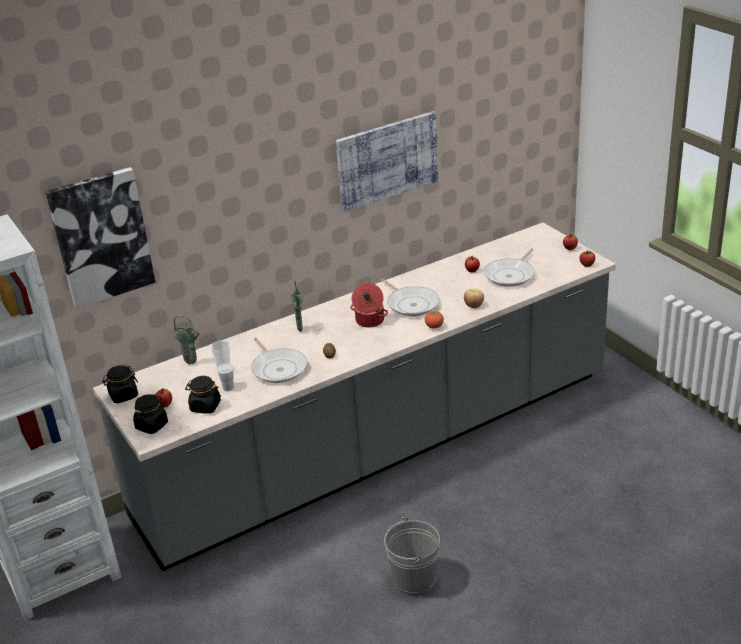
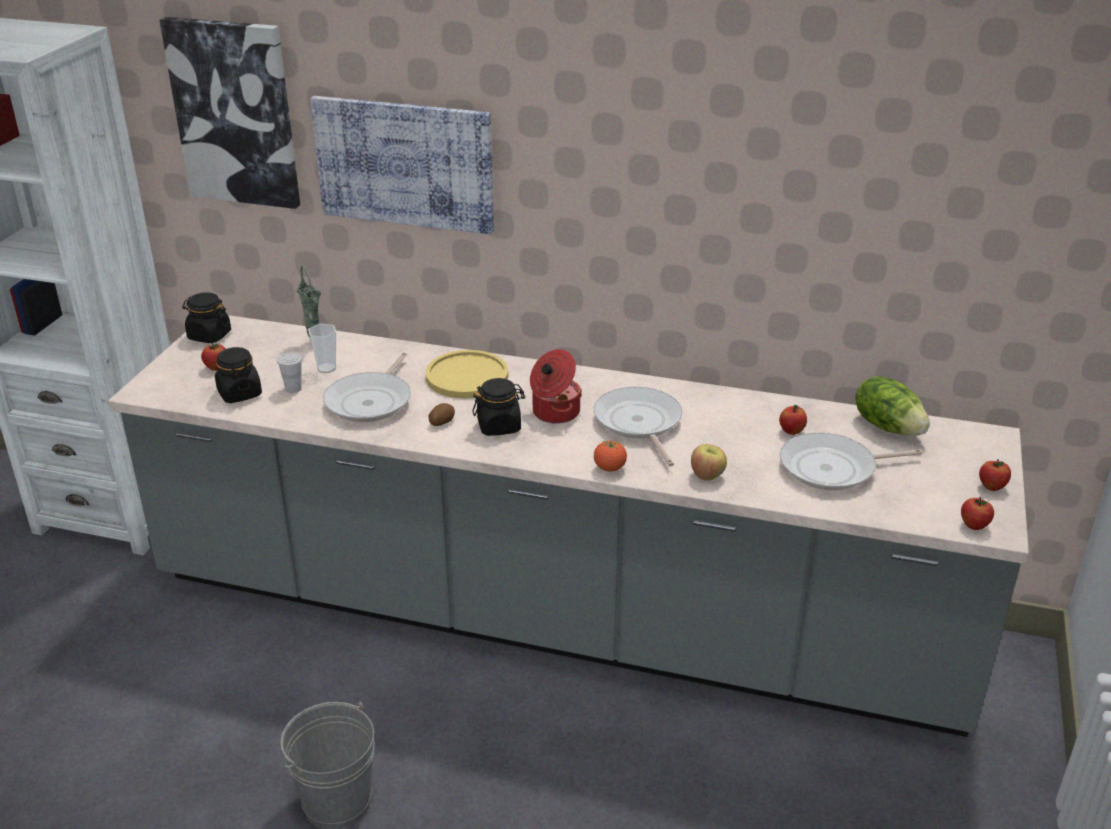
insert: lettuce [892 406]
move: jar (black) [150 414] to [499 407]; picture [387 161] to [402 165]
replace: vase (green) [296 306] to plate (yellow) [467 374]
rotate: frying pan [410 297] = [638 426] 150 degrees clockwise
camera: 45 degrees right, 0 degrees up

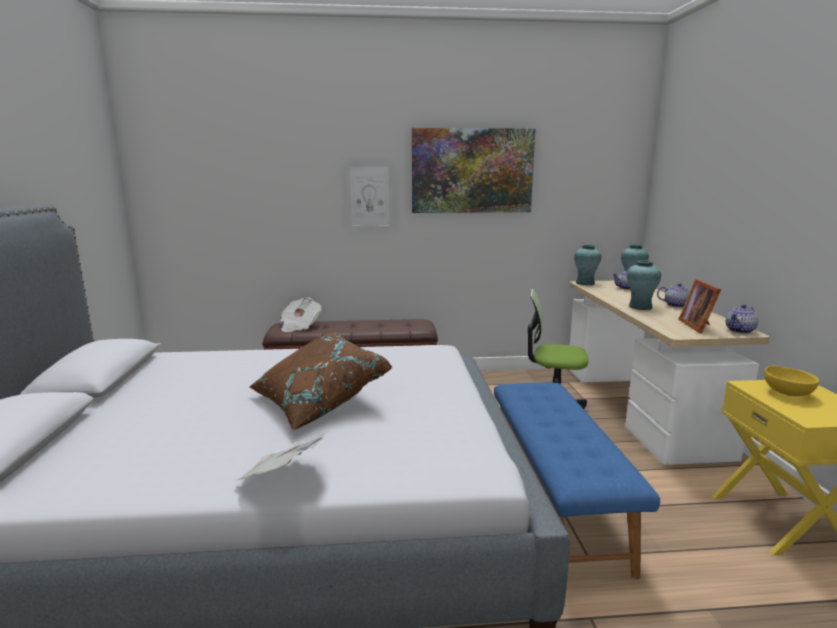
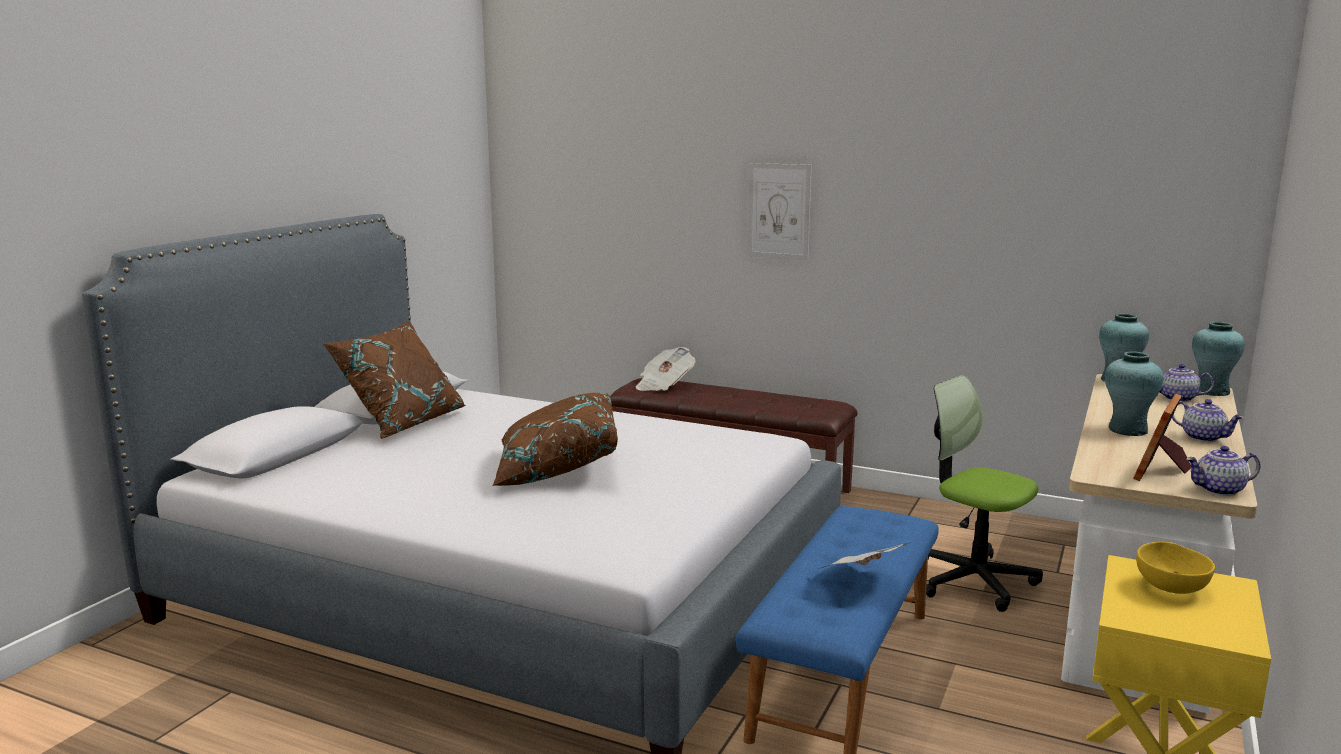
delete: picture [473 170]
insert: pillow (brown) [394 380]
move: newspaper [282 456] to [863 556]
camera: 30 degrees right, 0 degrees up

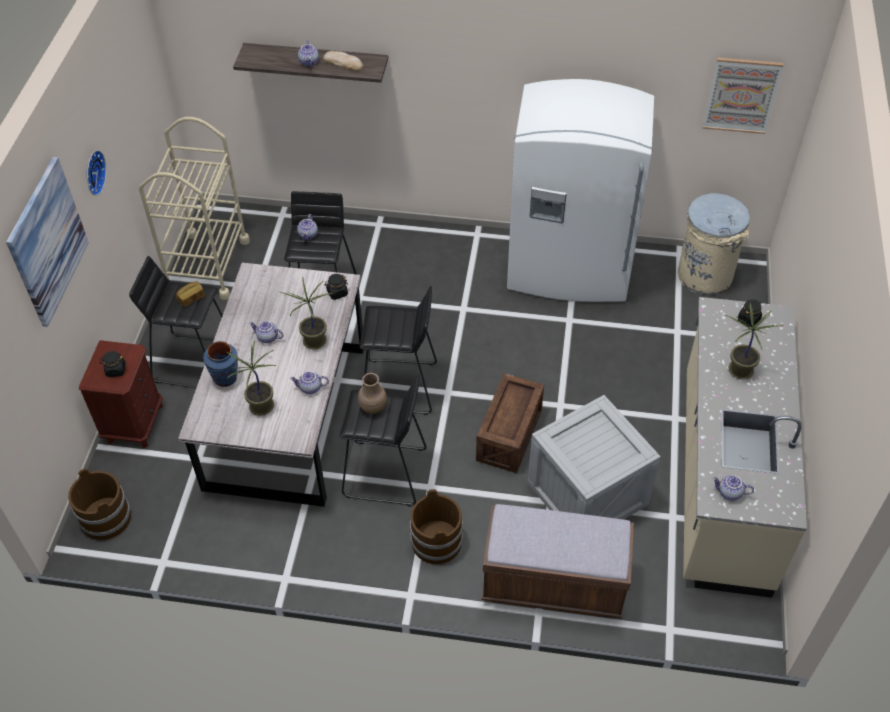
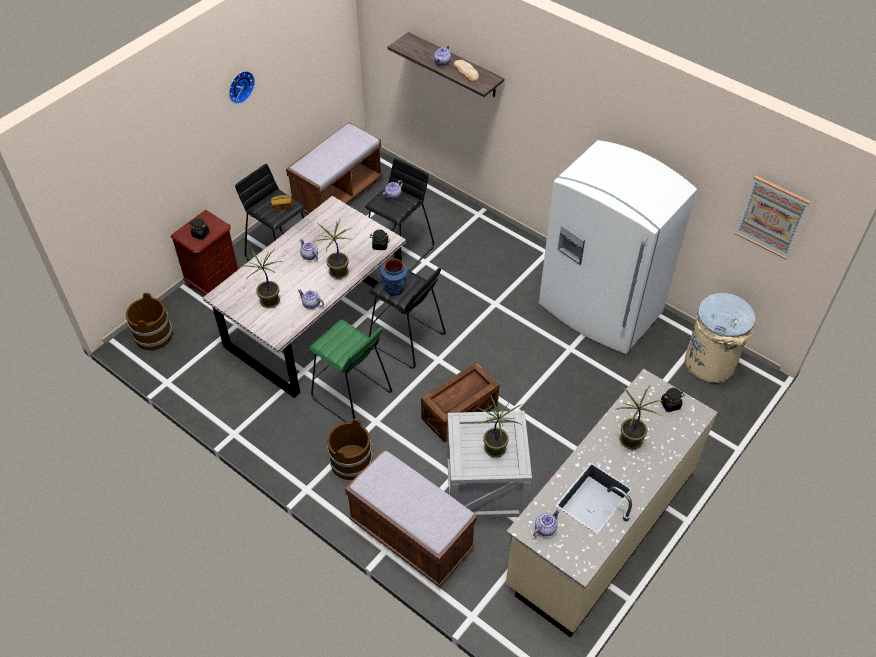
delete: picture [47 242]; vase (brown) [372 393]
insert: potted plant [499 427]
move: vase (blue) [220 364] to [394 277]
replace: cart (beige) [194 208] to bench (brown) [334 168]
recolor: stool (black) [383 441] to stool (green) [350 370]
rotate: teapot [733 488] = [546 523] 90 degrees clockwise
camera: 30 degrees right, 0 degrees up

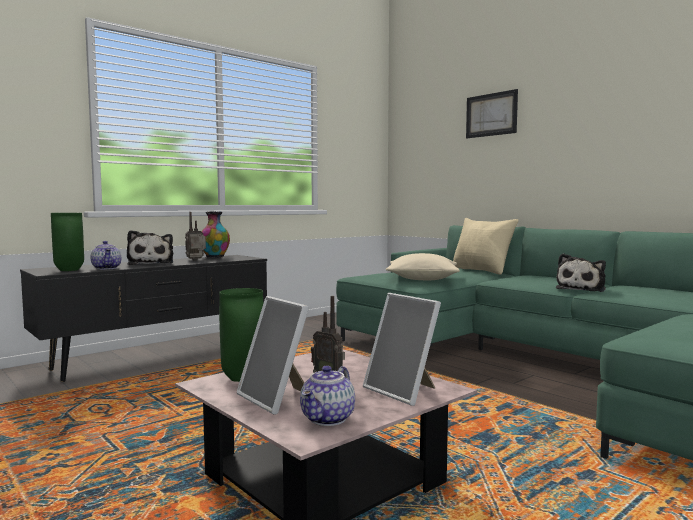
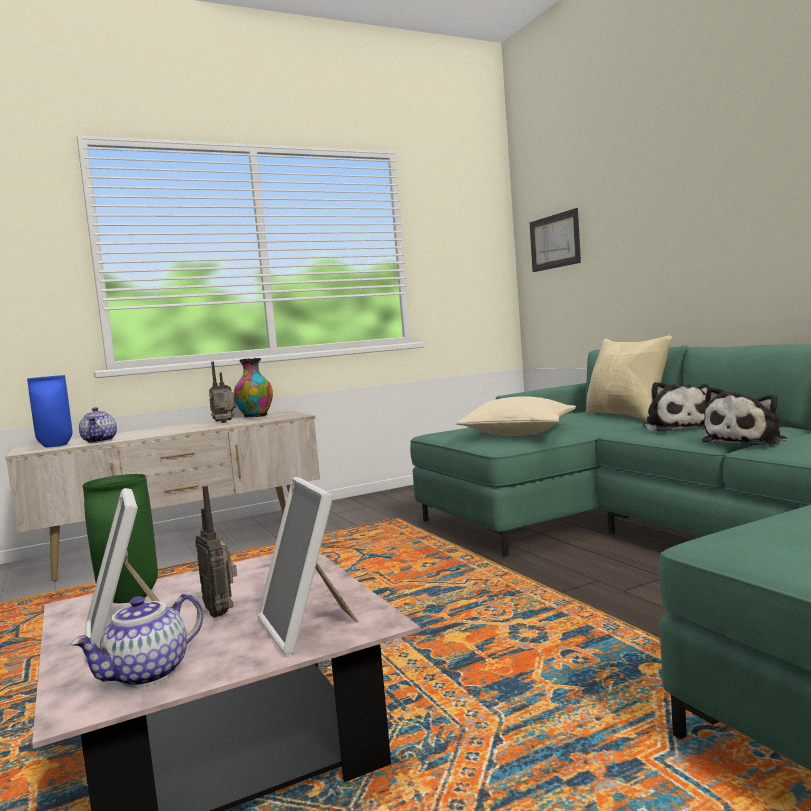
move: plush toy [150 247] to [676 407]; picture [492 113] to [555 240]
recolor: tv stand (black) [143 318] to tv stand (beige) [162 496]; vase (green) [67 242] to vase (blue) [50 411]
camera: 15 degrees right, 0 degrees up

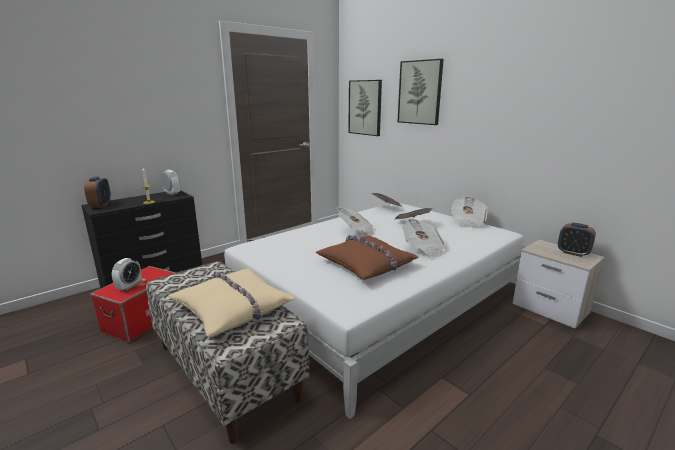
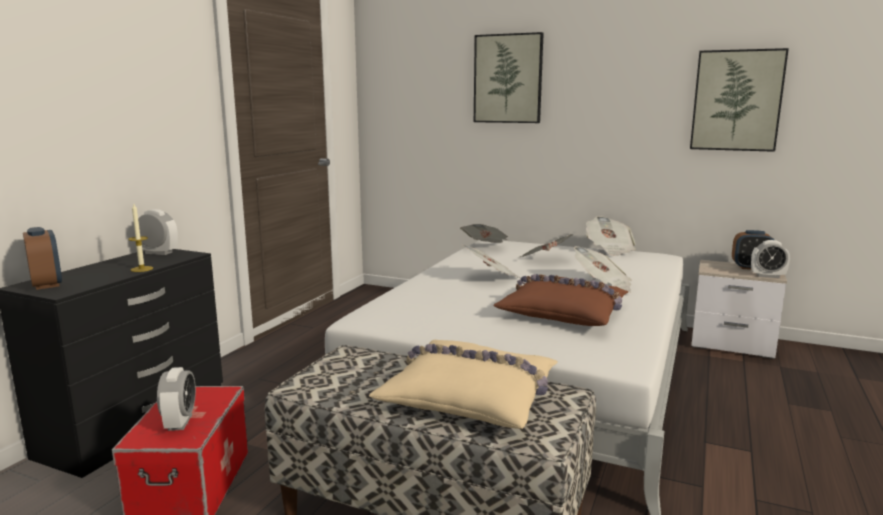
insert: alarm clock [770 259]
move: picture [365 108] to [739 100]
camera: 25 degrees left, 5 degrees down

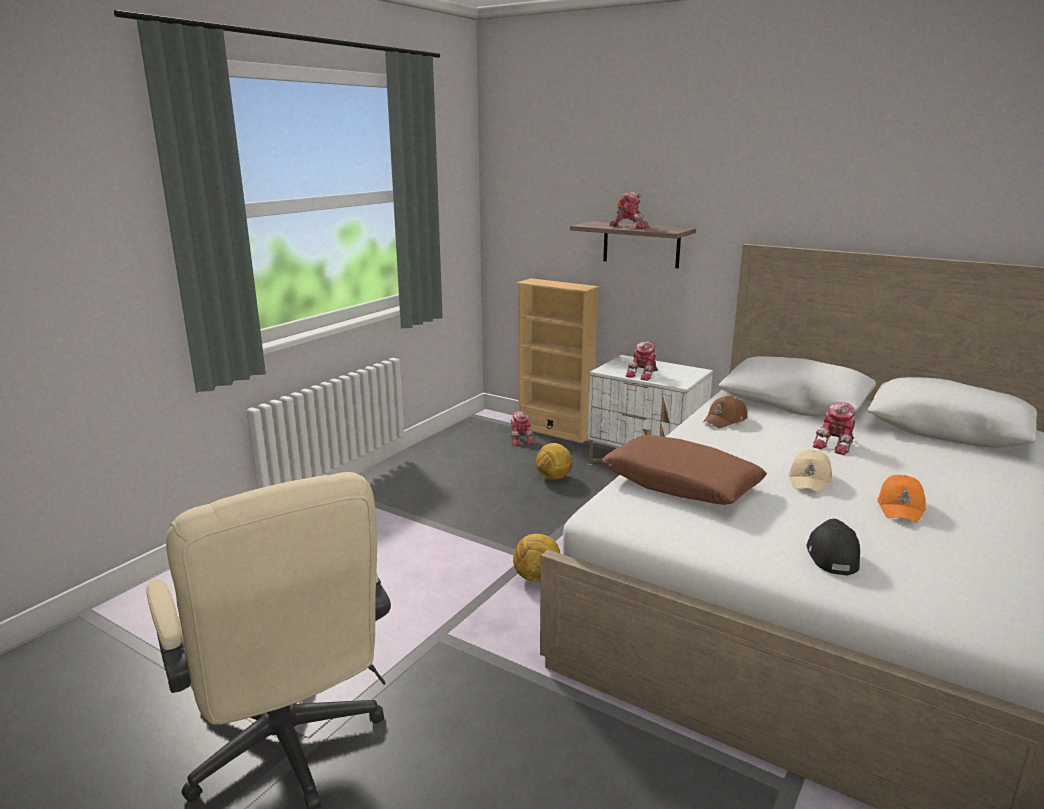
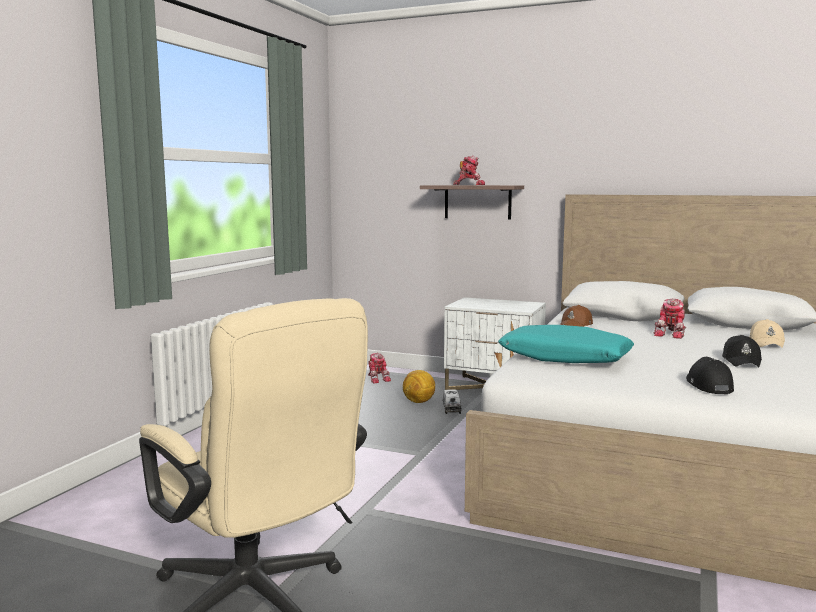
delete: football [537 558]; bookcase (beige) [557 360]; toy robot [641 361]
insert: toy truck [452 401]
move: cap (beige) [810 471] to [767 333]
recolor: pillow (brown) [684 470] to pillow (turquoise) [566 344]; cap (orange) [901 499] to cap (black) [742 351]
camera: 10 degrees left, 10 degrees down

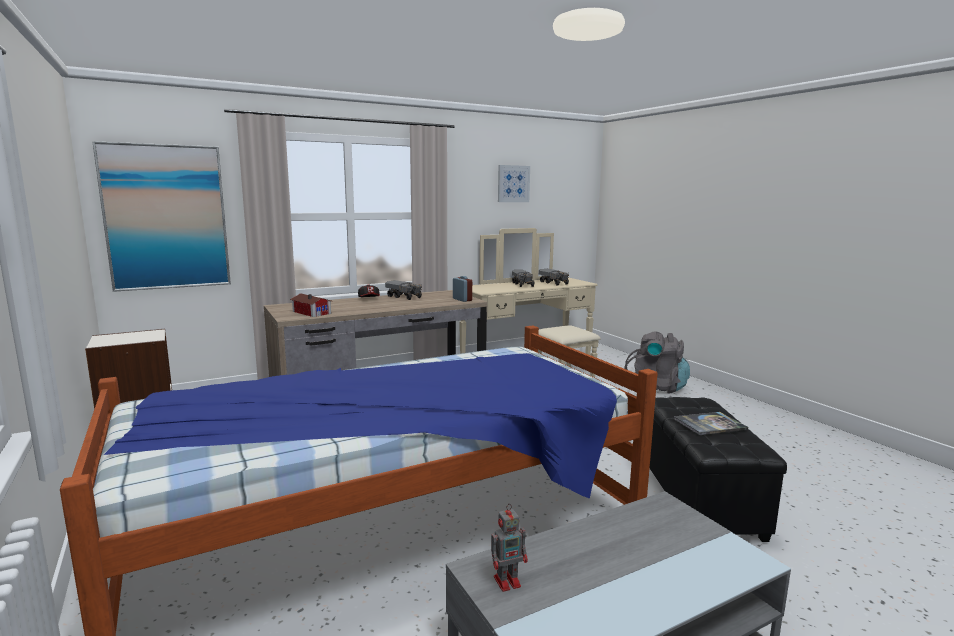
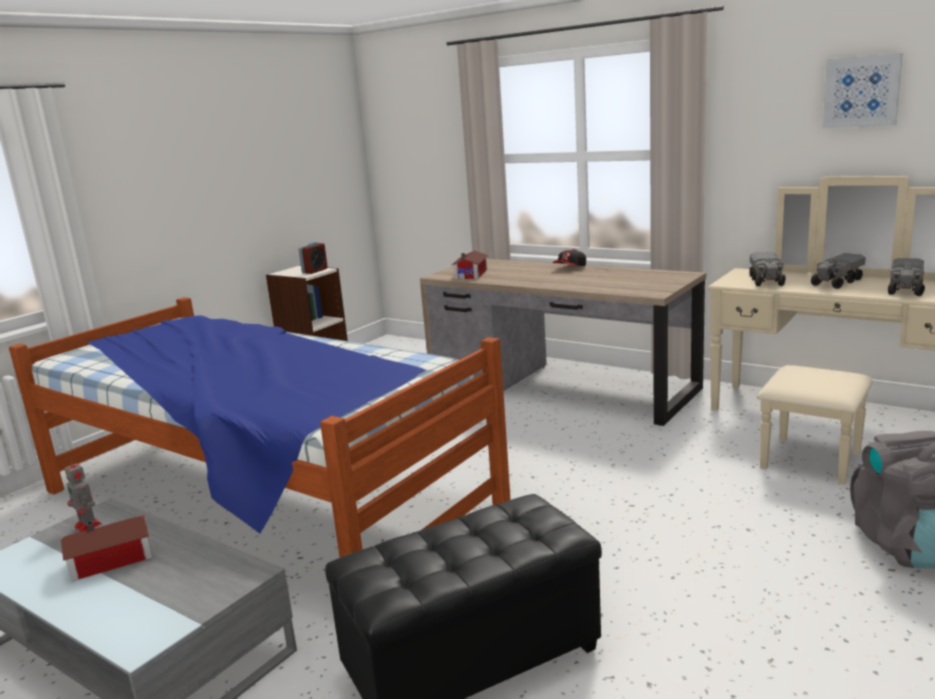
delete: picture [161 216]; book [711 423]
insert: toy house [106 548]
move: toy truck [403 290] to [767 269]; alarm clock [462 289] to [313 258]
camera: 65 degrees right, 5 degrees up

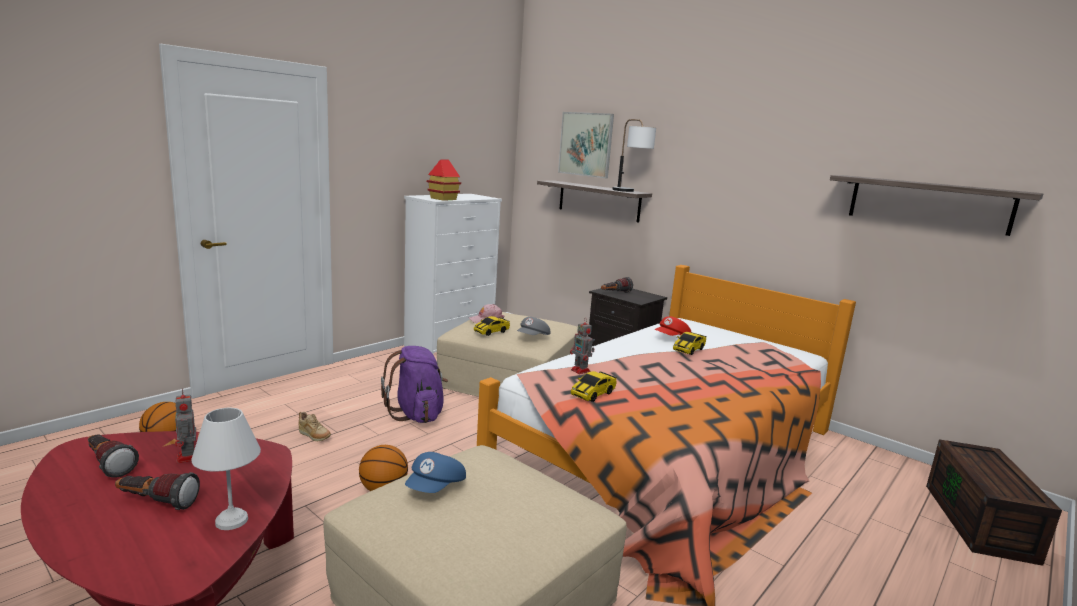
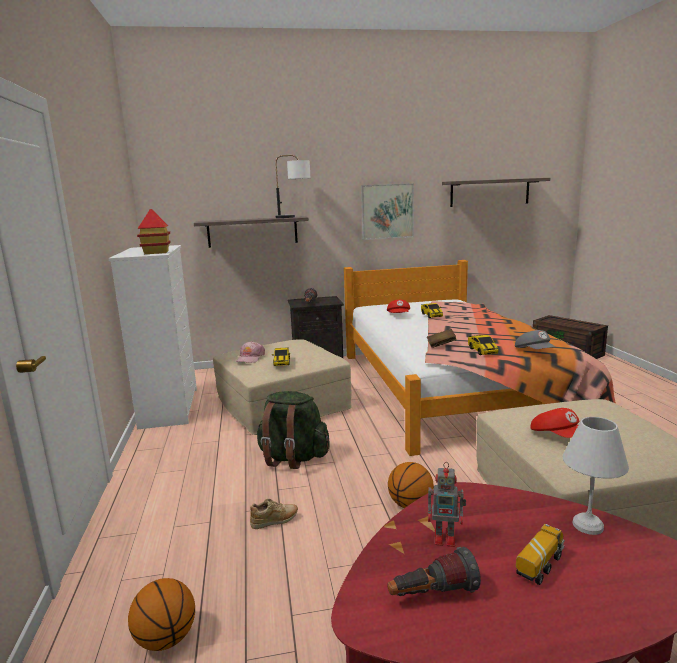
move: cap (grey) [533 326] to [535 339]; picture [586 145] to [387 211]
replace: flashlight [157 491] to toy truck [540 554]; toy robot [582 346] to book (brown) [442 338]
recolor: backpack (purple) [414 384] to backpack (green) [293 430]; cap (blue) [435 472] to cap (red) [554 423]
camera: 50 degrees left, 0 degrees up

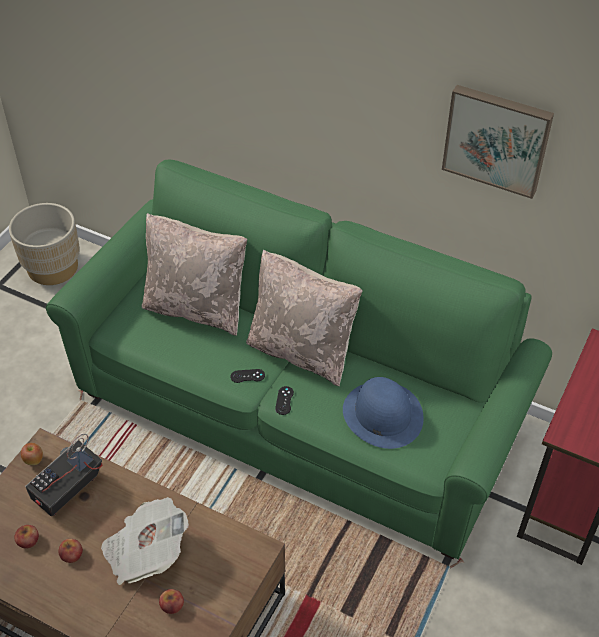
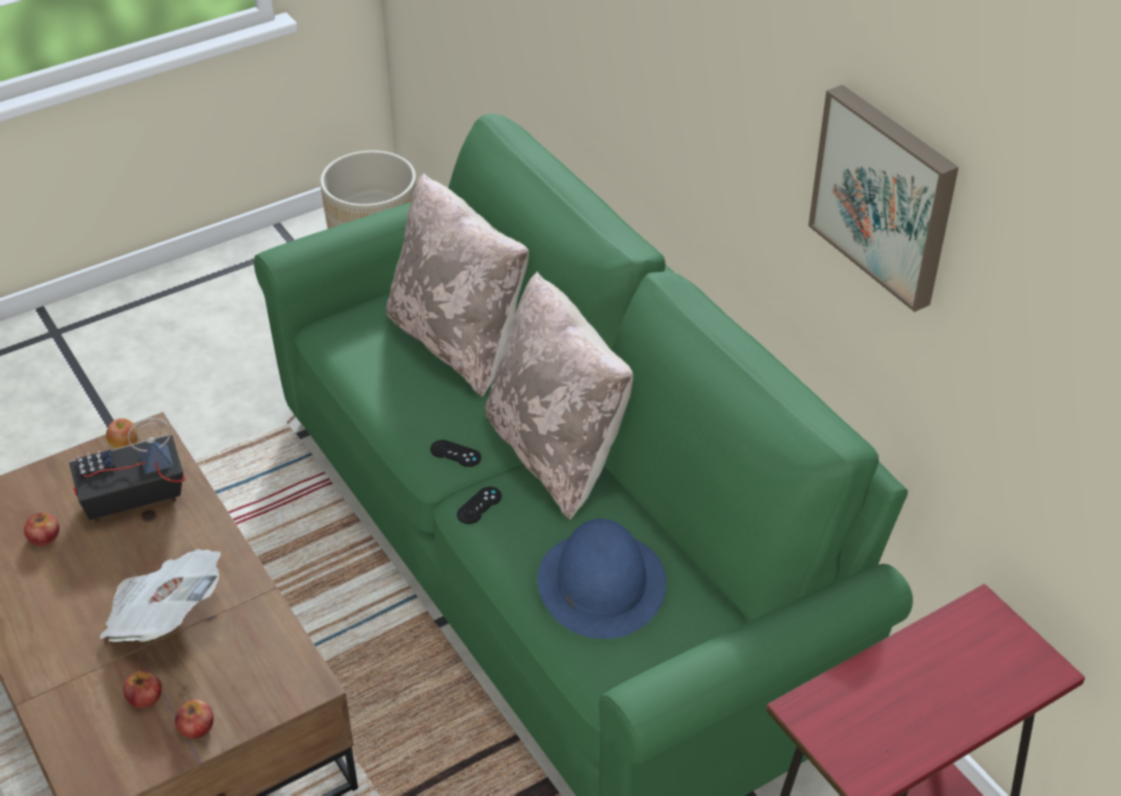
move: apple [70 551] to [194 719]
camera: 30 degrees right, 5 degrees down

